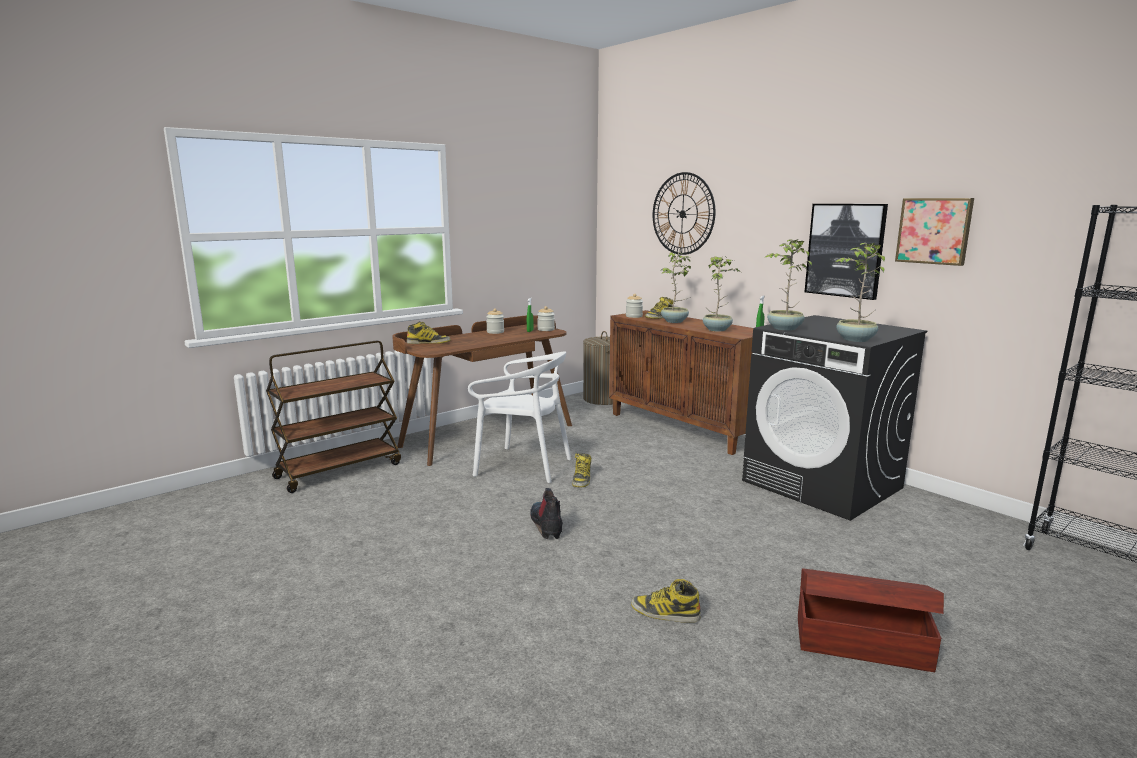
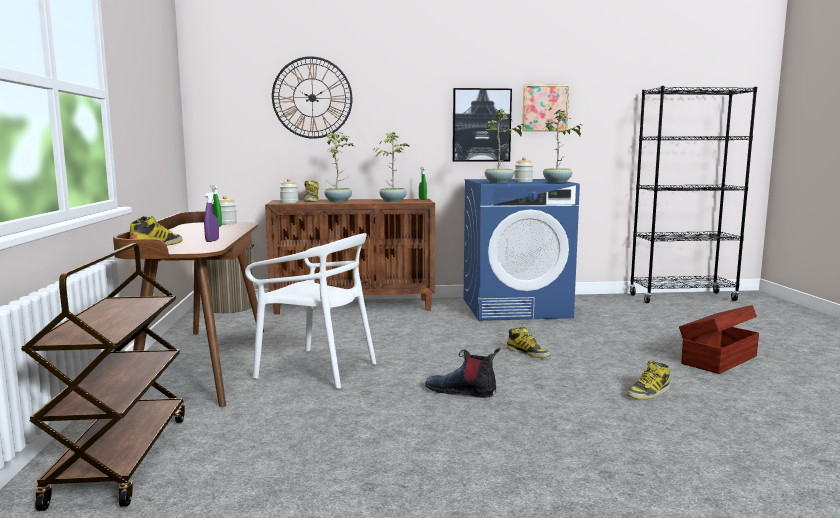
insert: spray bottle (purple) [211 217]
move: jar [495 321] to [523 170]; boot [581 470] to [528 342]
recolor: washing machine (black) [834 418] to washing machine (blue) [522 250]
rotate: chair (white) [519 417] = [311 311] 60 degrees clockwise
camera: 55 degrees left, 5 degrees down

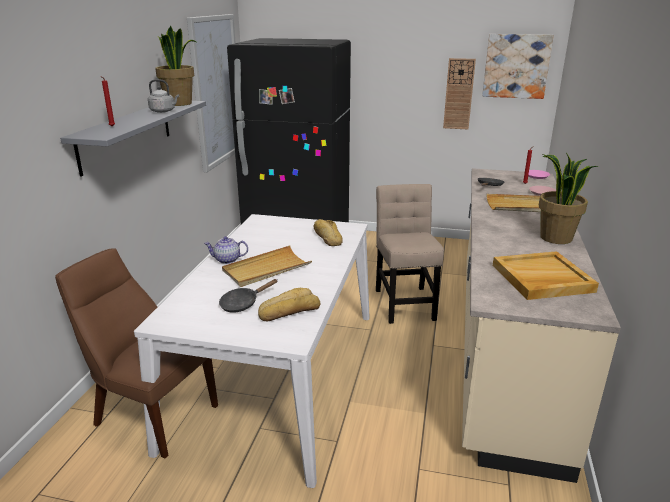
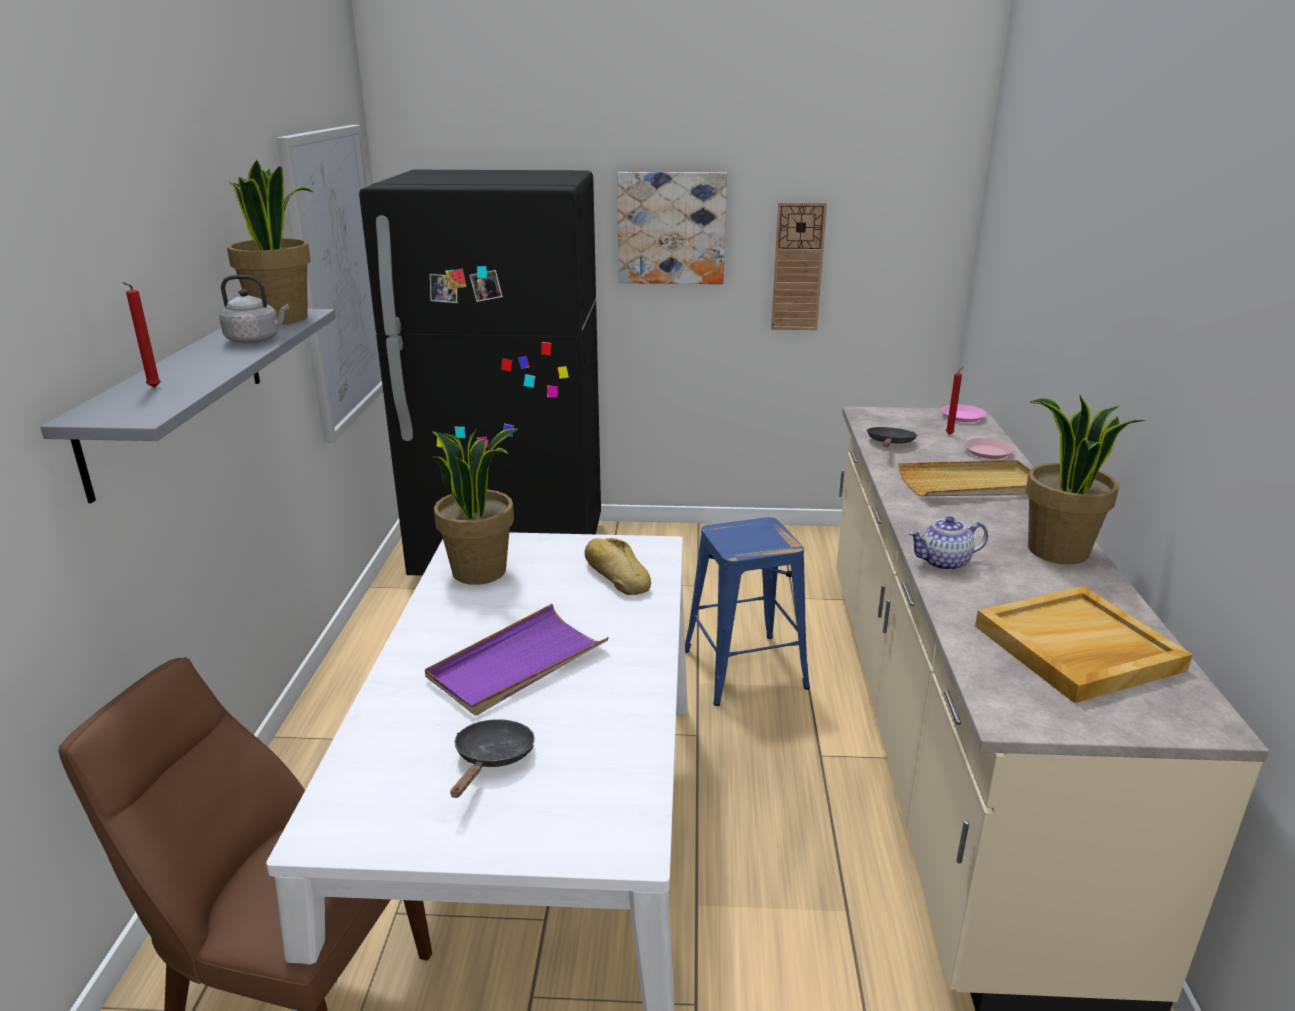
delete: bread [289 304]
insert: potted plant [475 506]
move: teapot [226 250] to [948 543]; picture [518 66] to [672 228]
replace: chair (beige) [410 254] to stool (blue) [747 611]
recolor: tray (beige) [267 266] to tray (purple) [517 659]
rotate: frying pan (black) [248 296] = [493 758] 150 degrees clockwise
camera: 10 degrees left, 0 degrees up

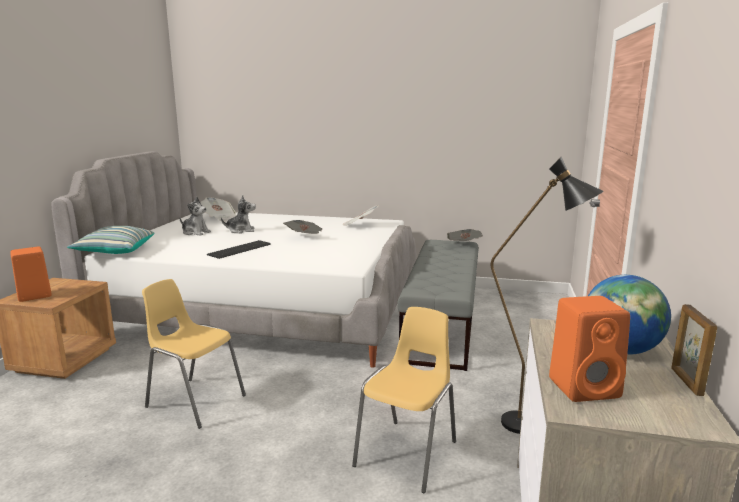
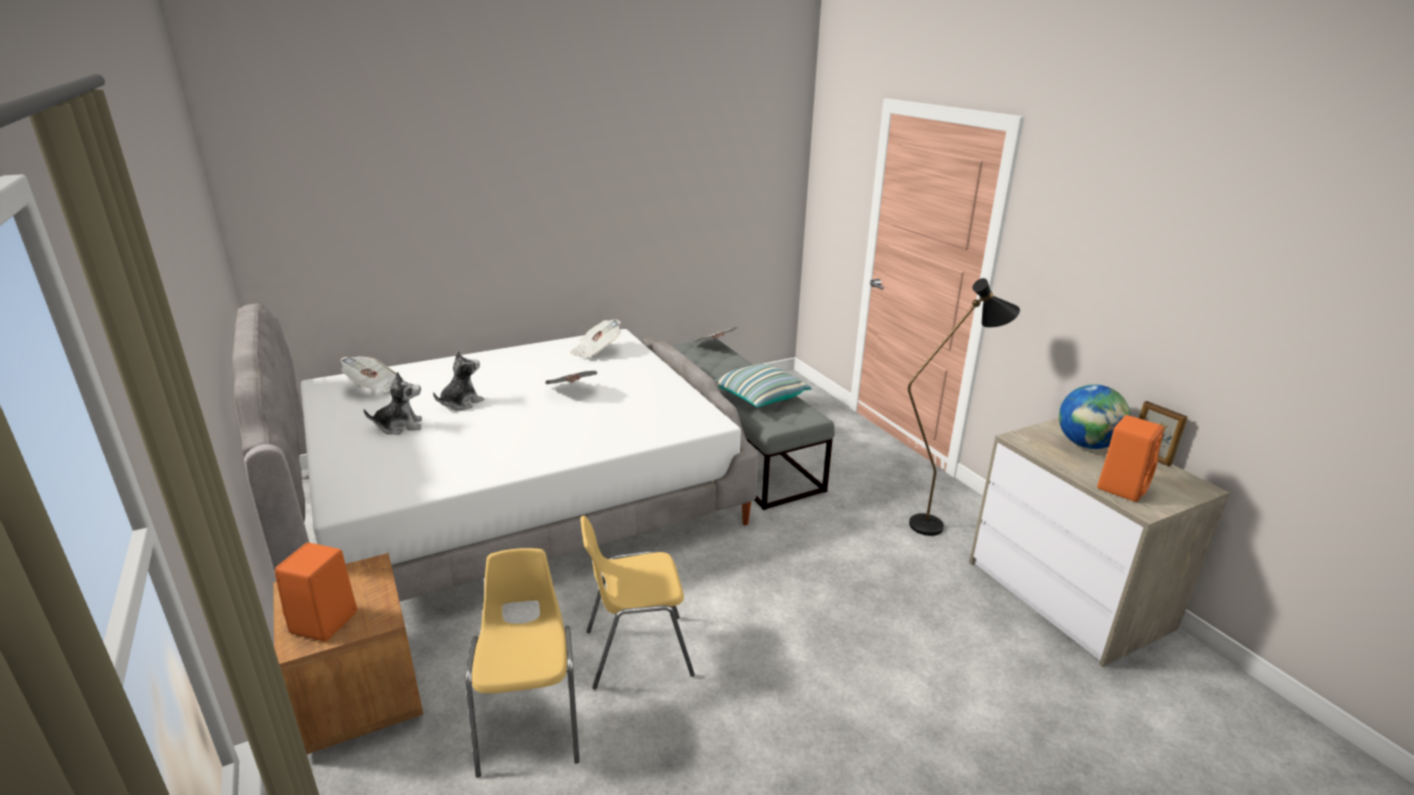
delete: keyboard [239 249]
move: pillow [111 240] to [763 385]; chair (yellow) [404 400] to [523 663]
camera: 40 degrees left, 10 degrees up

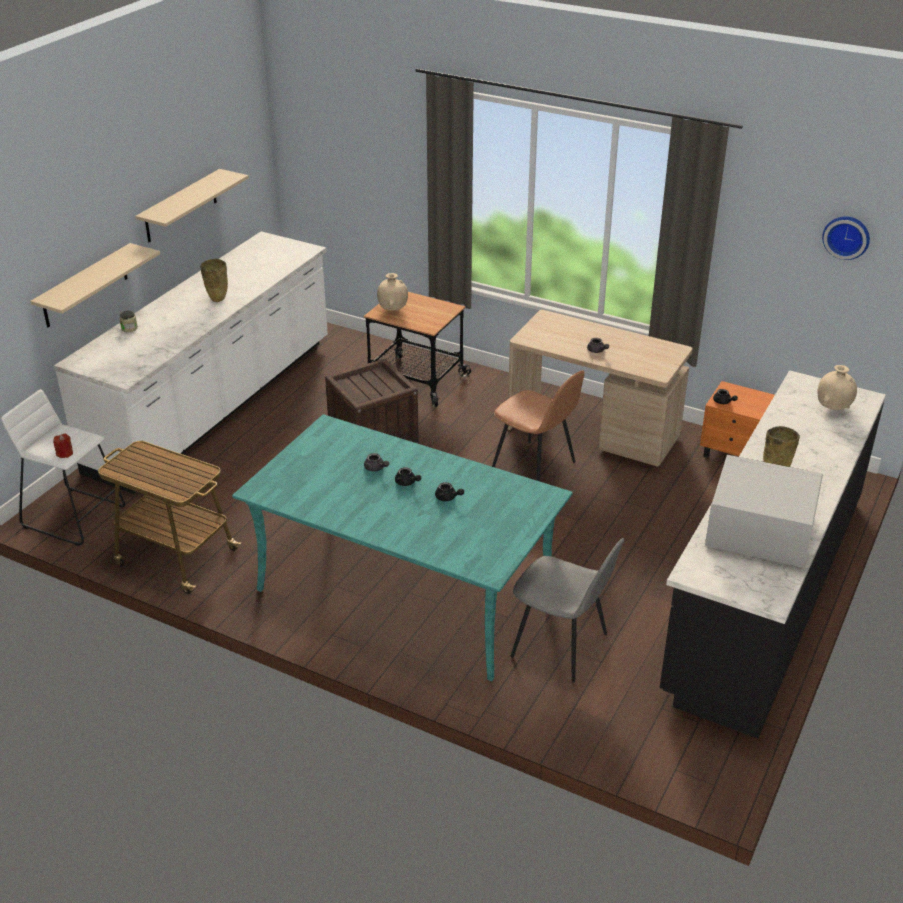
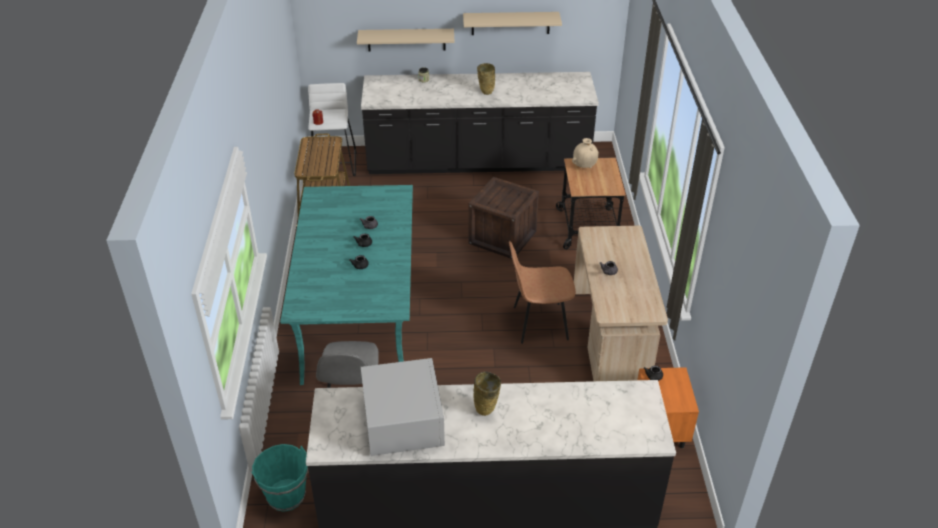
delete: vase (beige) [837 387]; wall clock [846 238]
insert: bucket (turquoise) [279 477]
recolor: counter (white) [191 362] to counter (black) [480 123]
rotate: chair (brown) [538 425] = [542 292] 75 degrees clockwise
camera: 60 degrees right, 5 degrees up

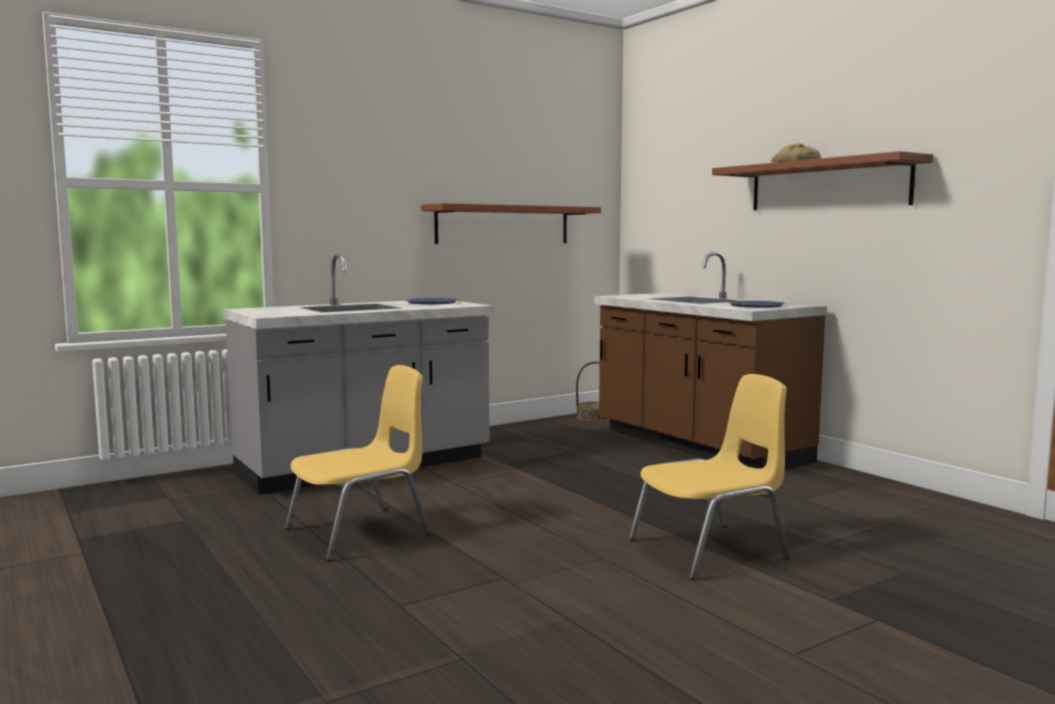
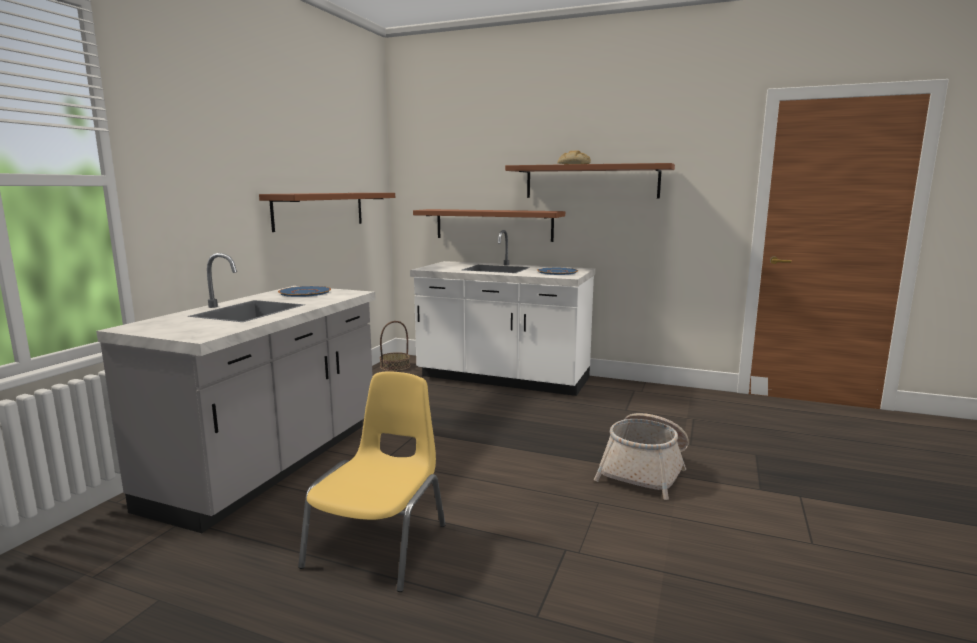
insert: shelf (brown) [489 225]
replace: chair (yellow) [709 477] to basket [641 456]
recolor: counter (brown) [711 361] to counter (white) [502 313]
camera: 35 degrees left, 5 degrees up

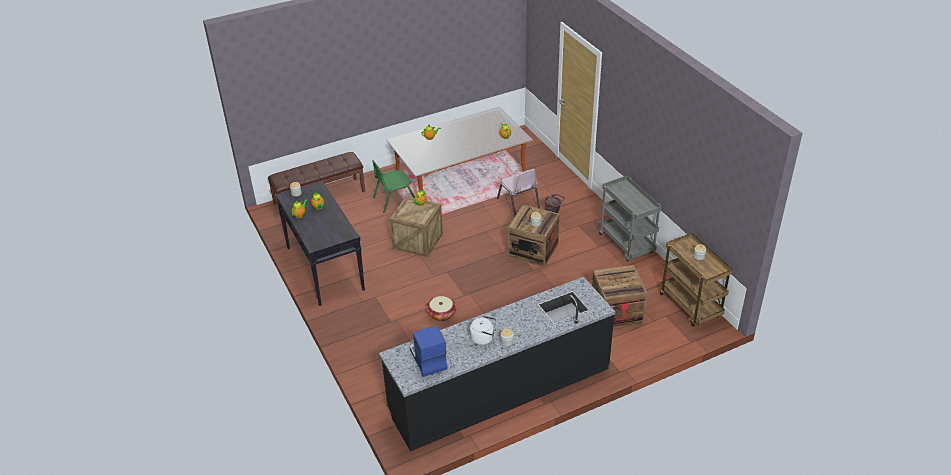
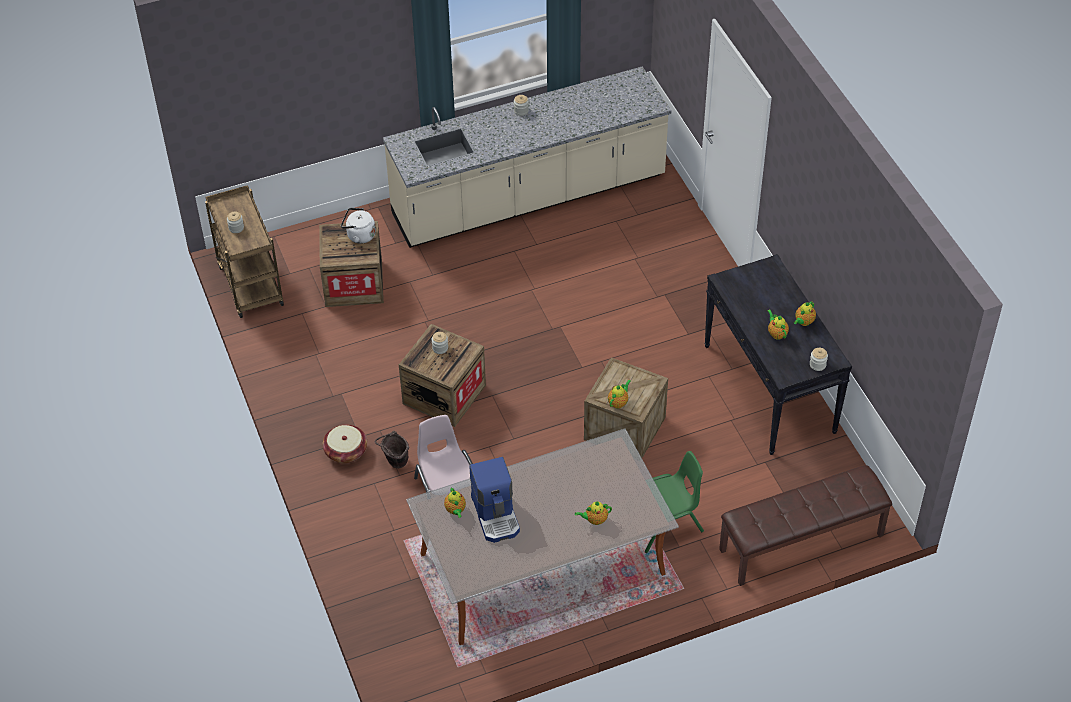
delete: cart (grey) [630 219]
move: coffee machine [429 351] to [494 500]; basket [441 308] to [345 444]; kettle (white) [483 330] to [358 226]
recolor: counter (black) [497 364] to counter (beige) [527 157]
camera: 175 degrees left, 10 degrees up

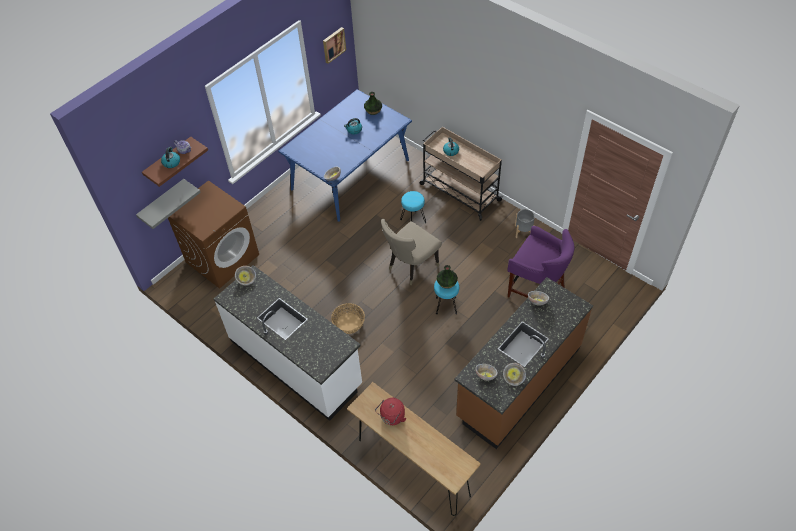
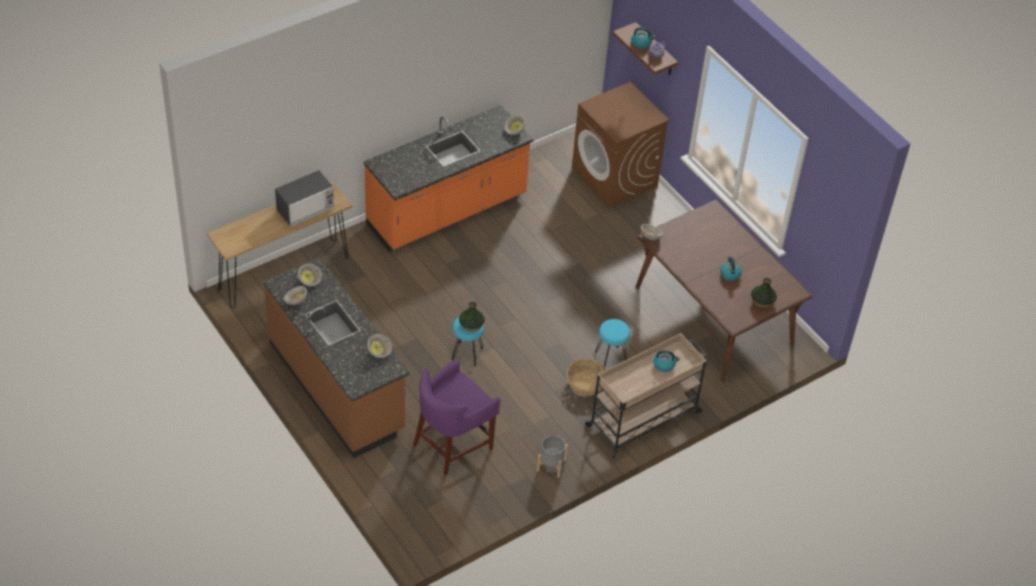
delete: shelf (grey) [168 204]; picture [334 45]; chair (beige) [411 252]
move: basket [348 318] to [586 377]
replace: kettle (red) [391 411] to microwave [304 198]
recolor: counter (white) [288 343] to counter (orange) [448 178]; dining table (blue) [345 155] to dining table (brown) [724 290]
camera: 100 degrees right, 5 degrees down

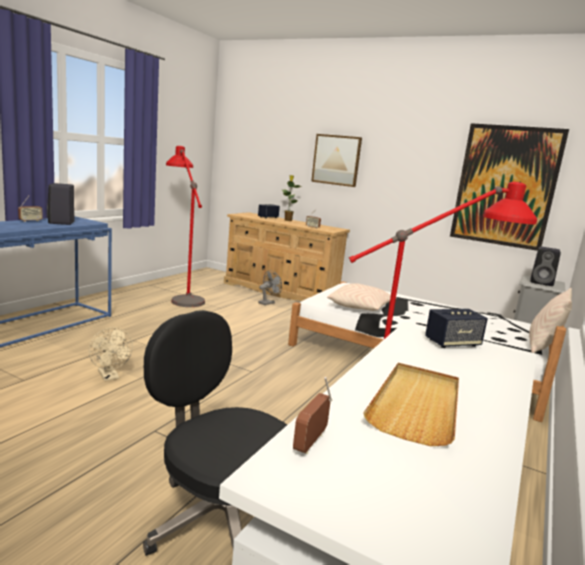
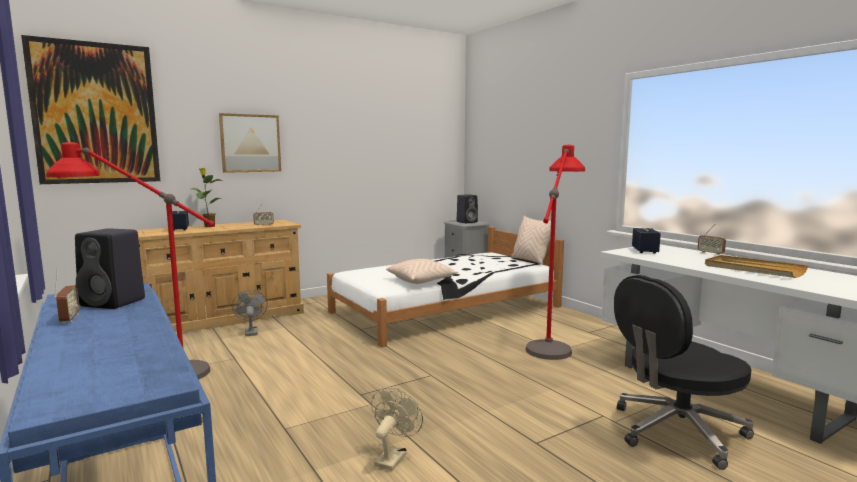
move: radio [313 415] to [712 239]; picture [509 187] to [90 109]
rotate: fan (beige) [111 354] = [397 429] 60 degrees counterclockwise
camera: 60 degrees left, 5 degrees down

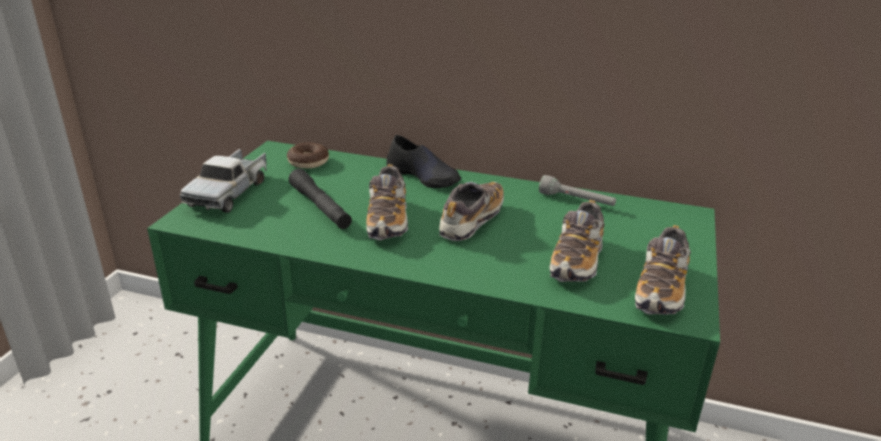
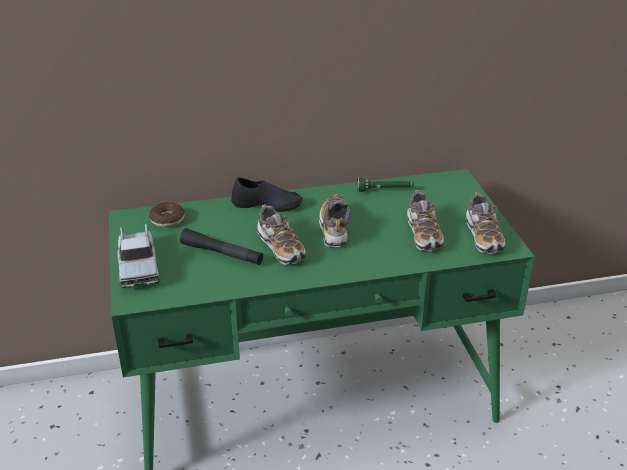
recolor: flashlight (grey) [577 190] to flashlight (green) [385 185]
camera: 30 degrees left, 5 degrees up

